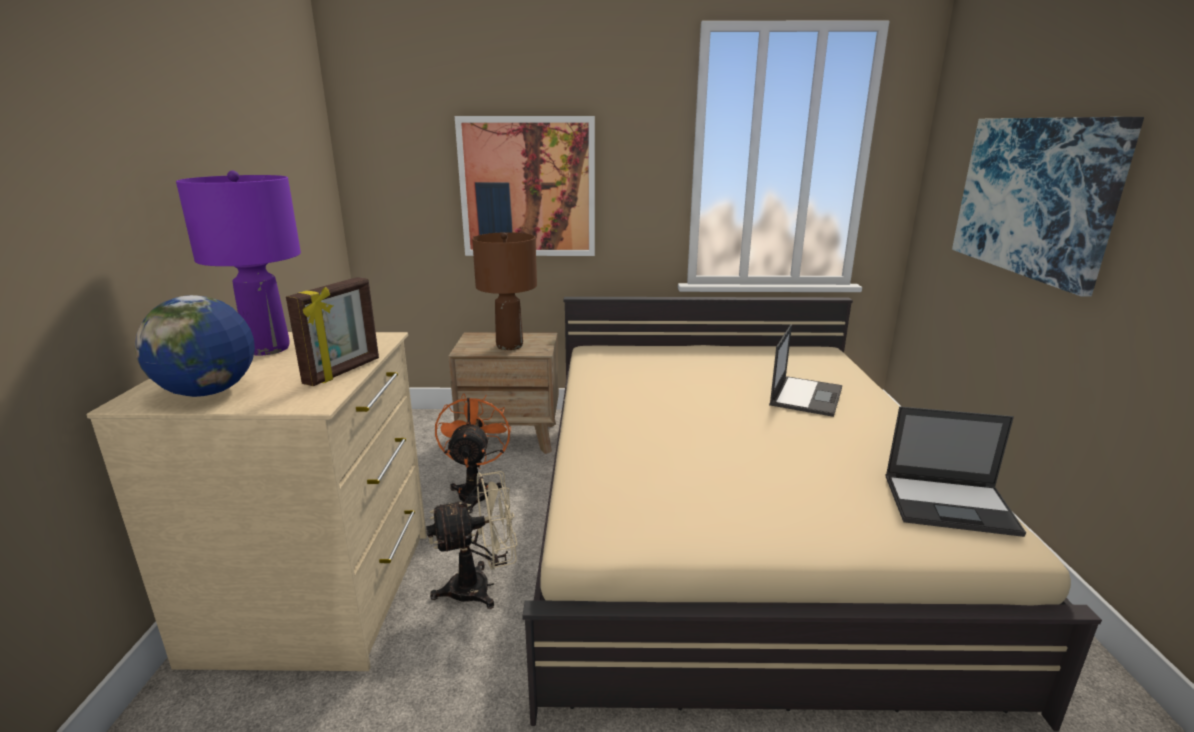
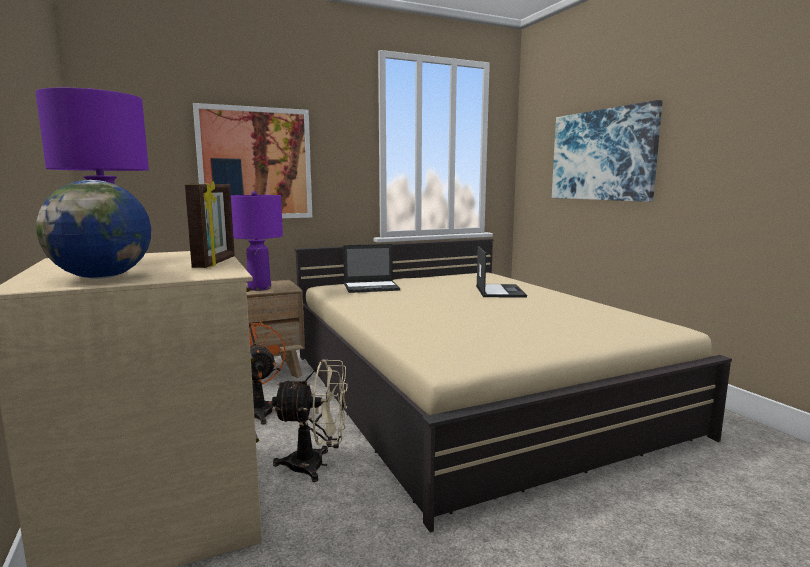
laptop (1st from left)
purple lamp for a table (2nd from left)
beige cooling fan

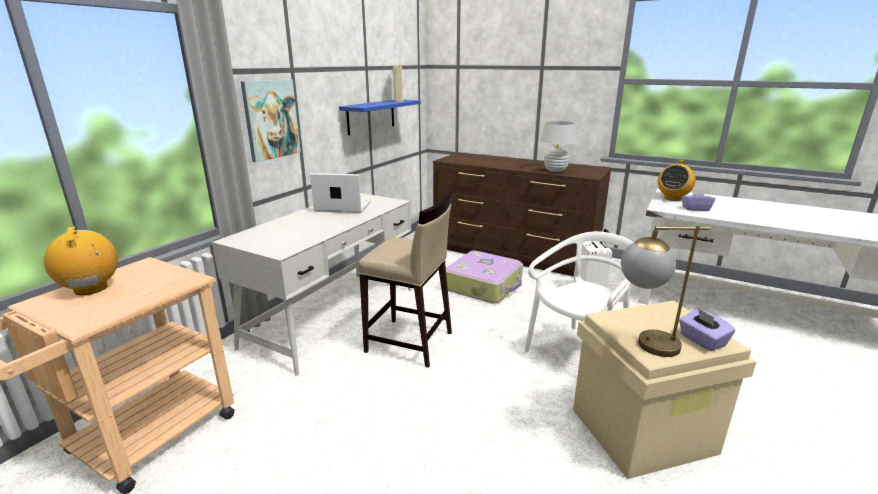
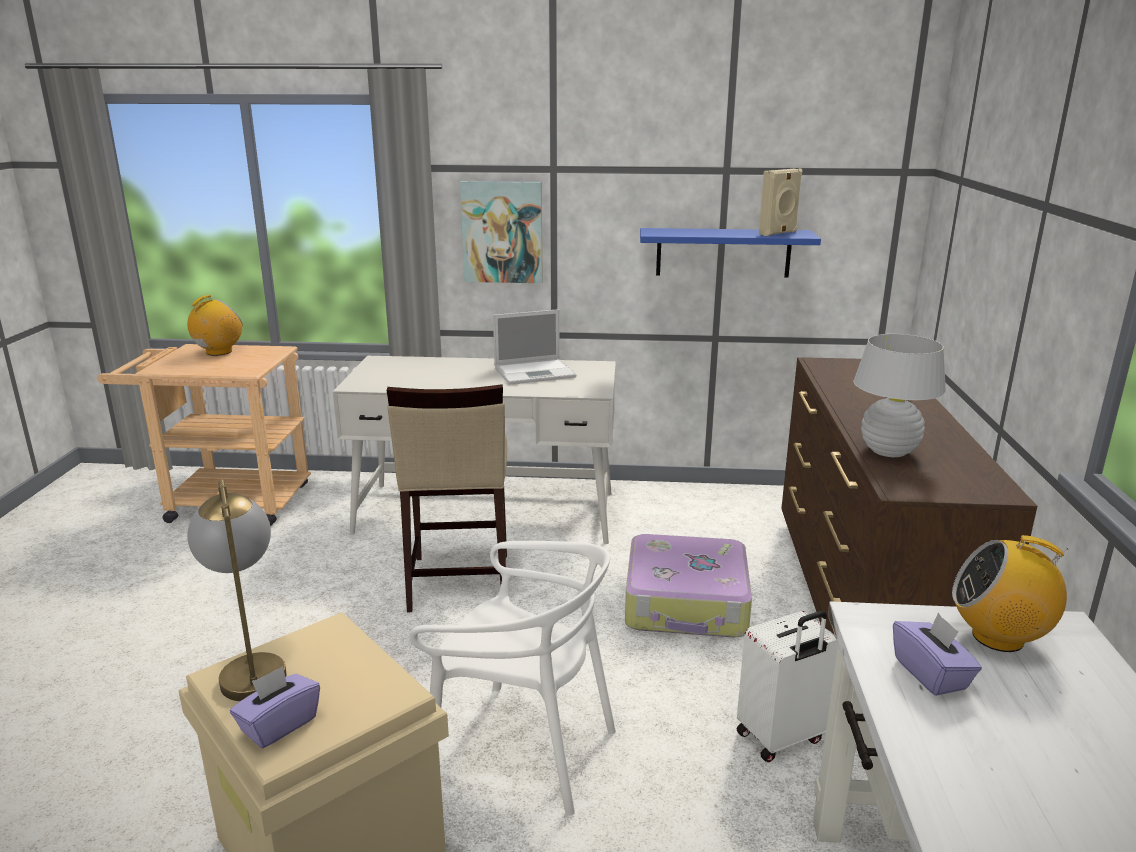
laptop

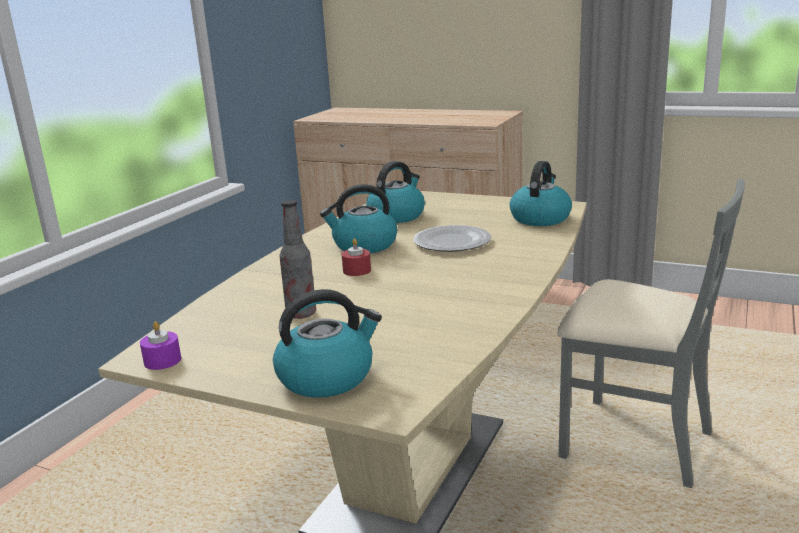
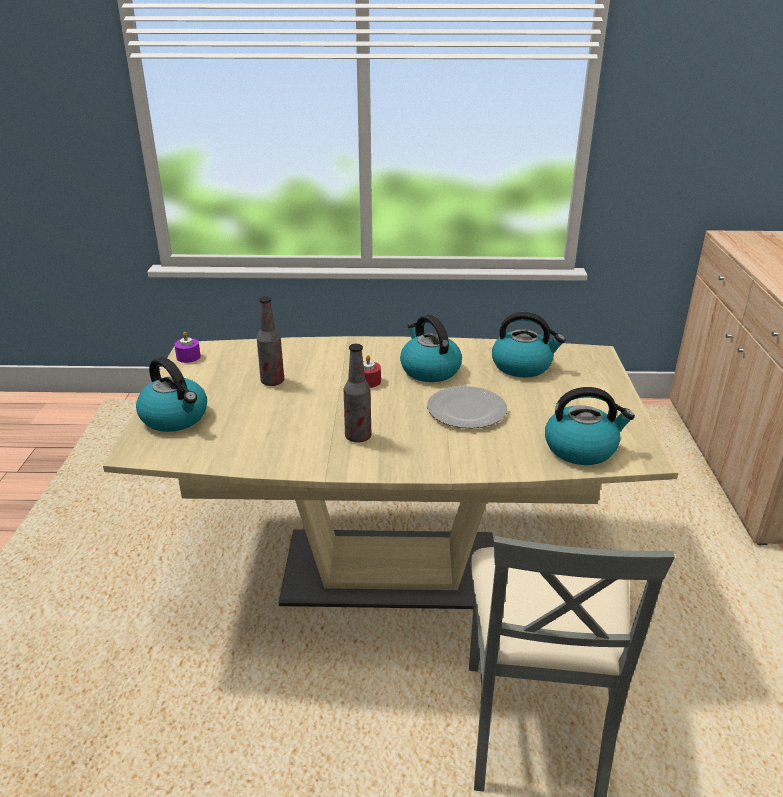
bottle (2nd from left)

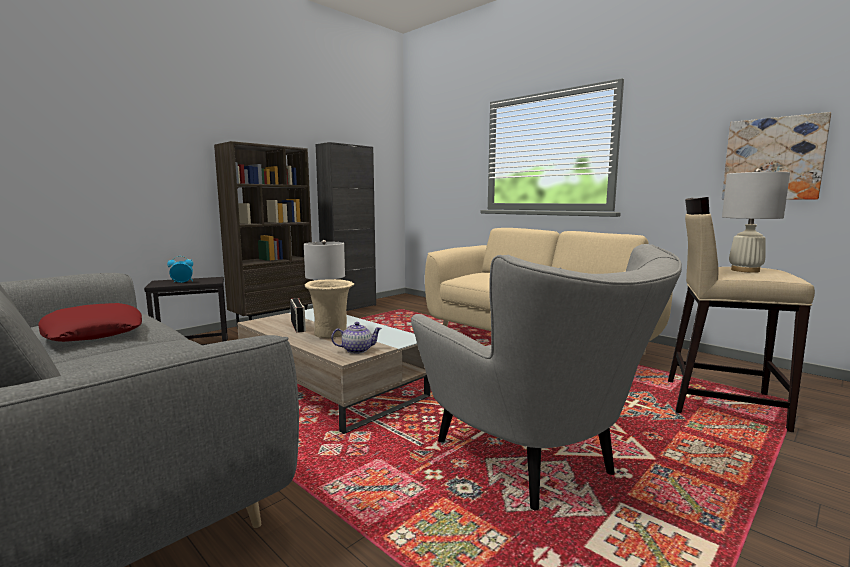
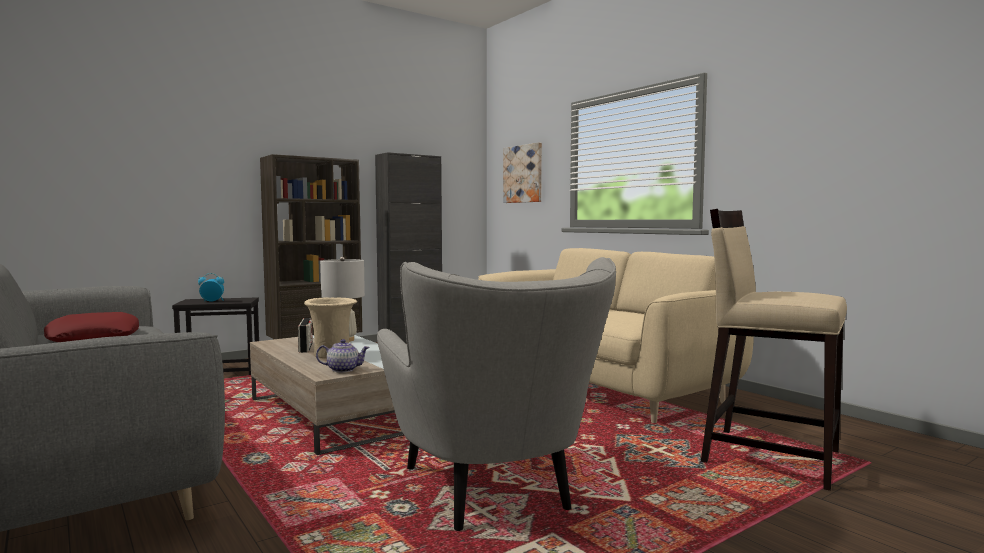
white lamp for a table (2nd from left in the first image)
wall art

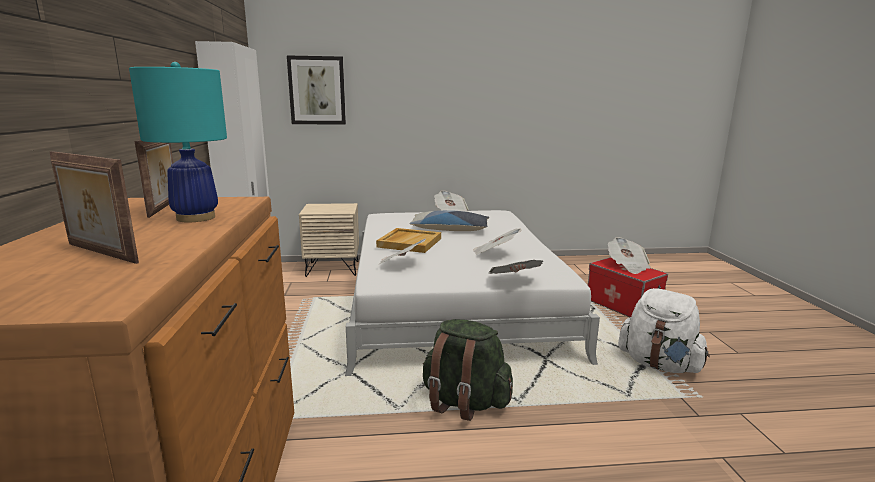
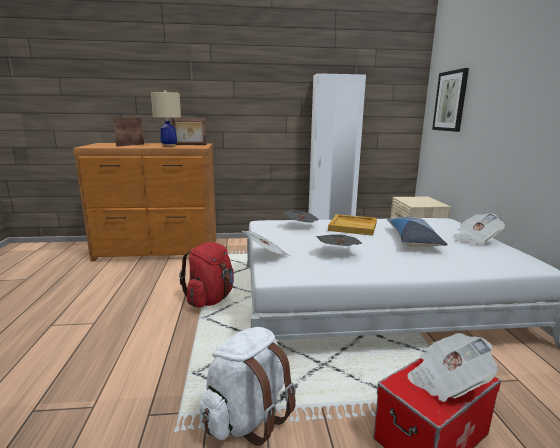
beige lamp for a table
red-coloured knapsack

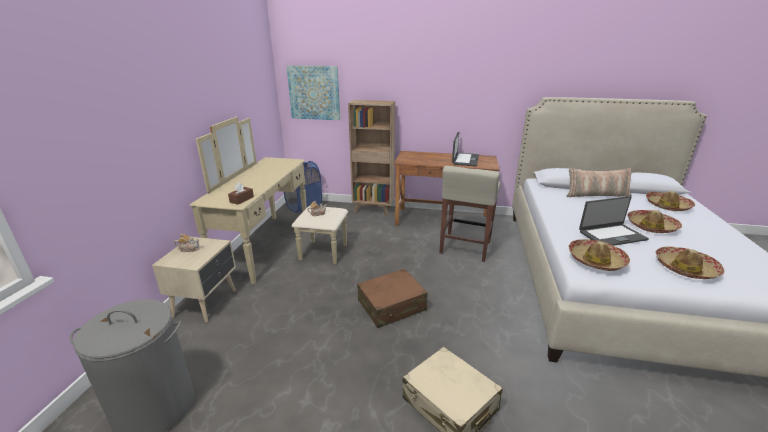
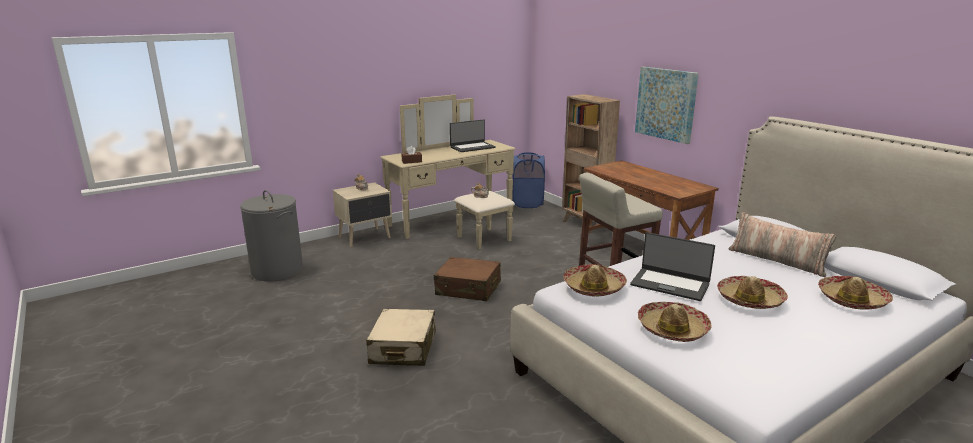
wall art
laptop (1st from left)

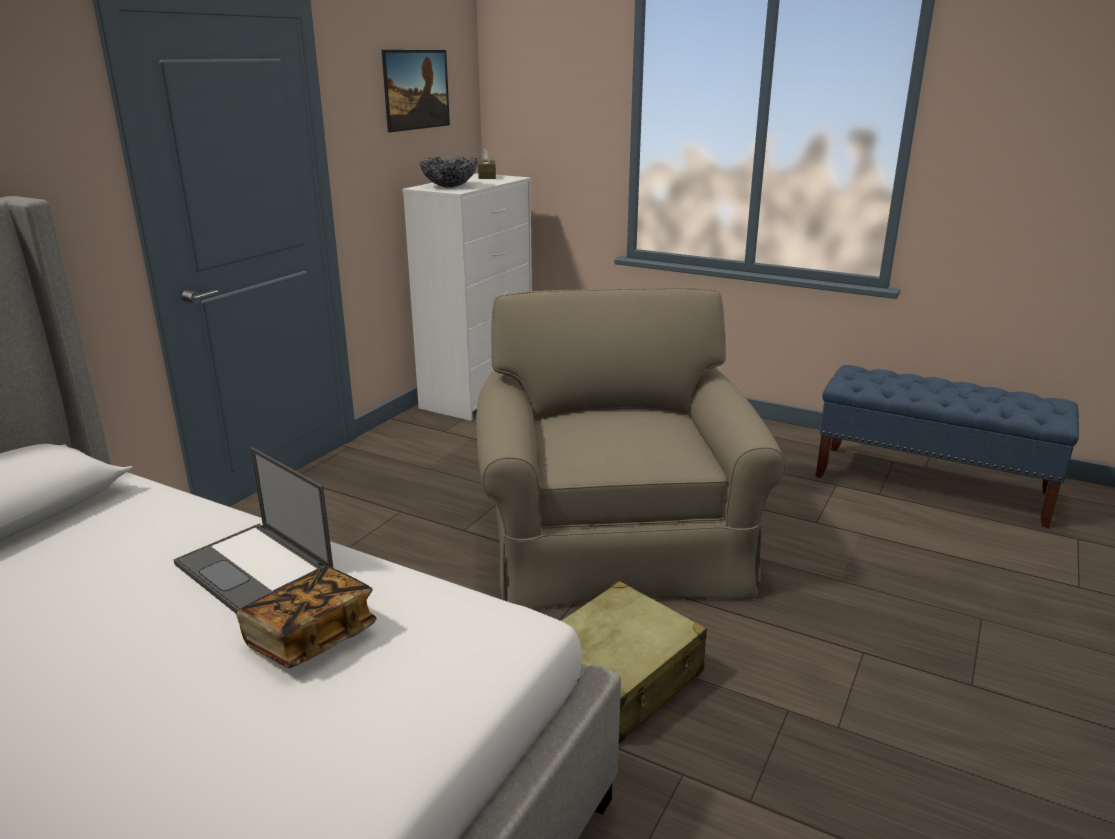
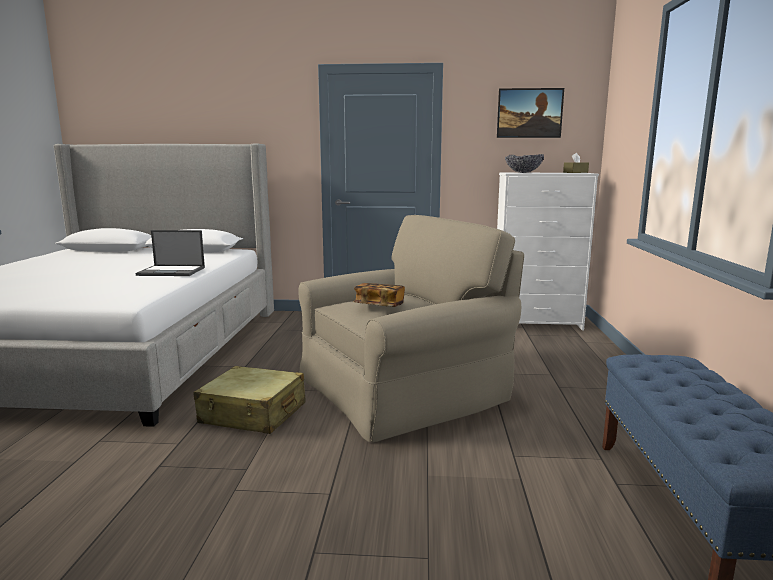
book
laptop

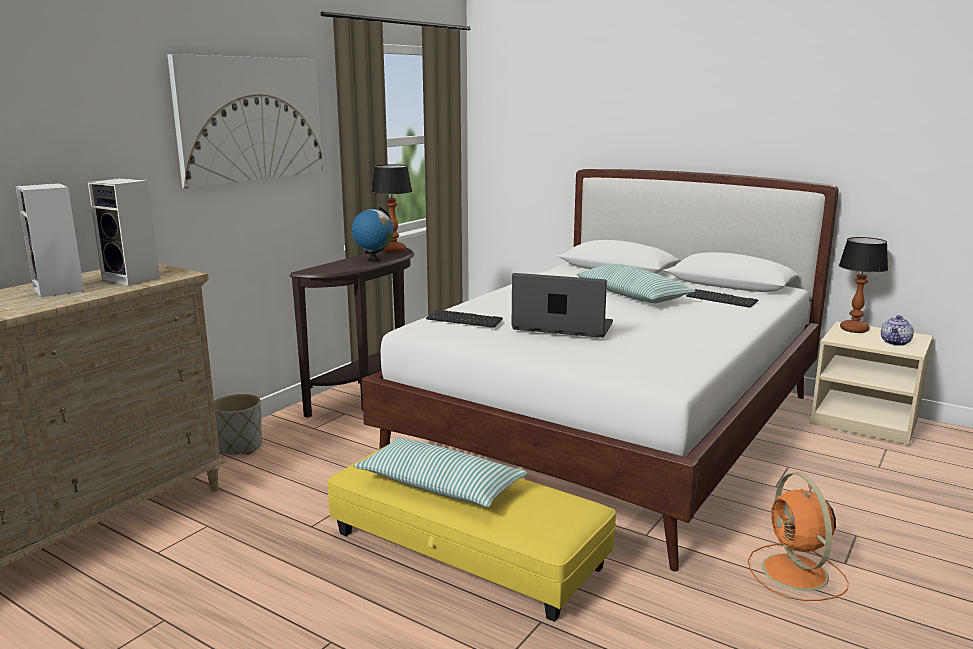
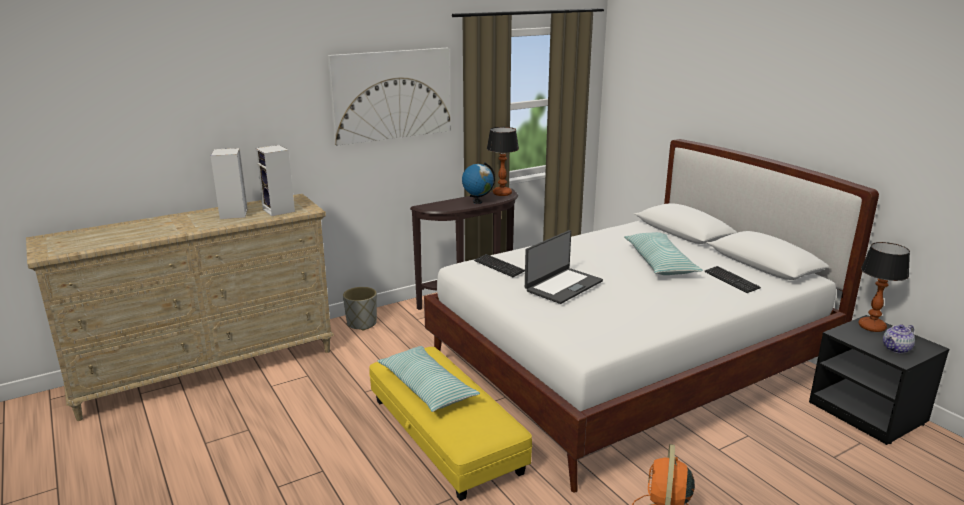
black night table
laptop

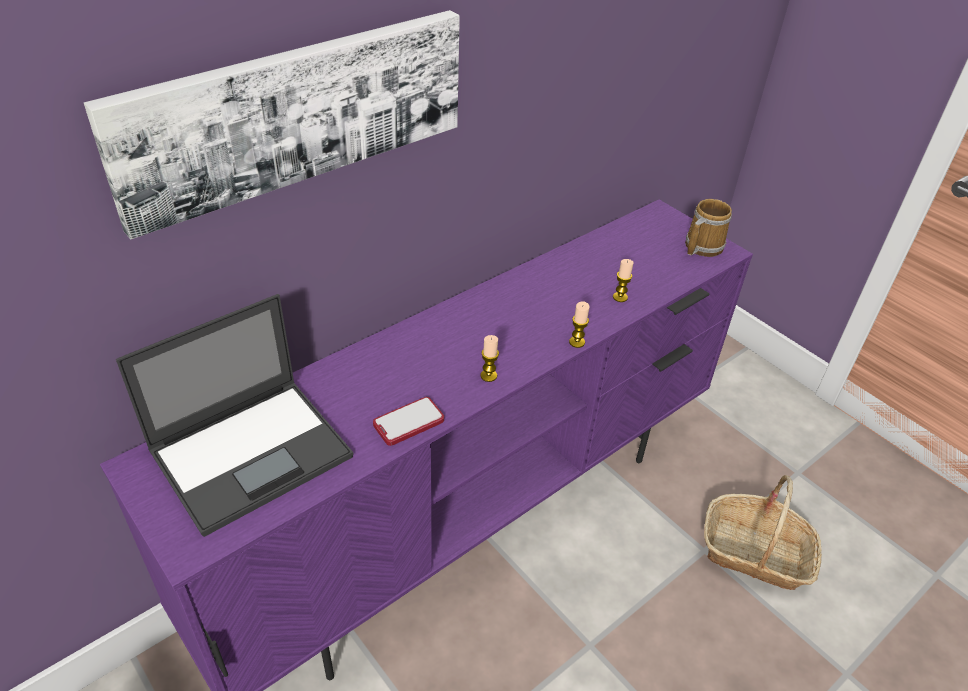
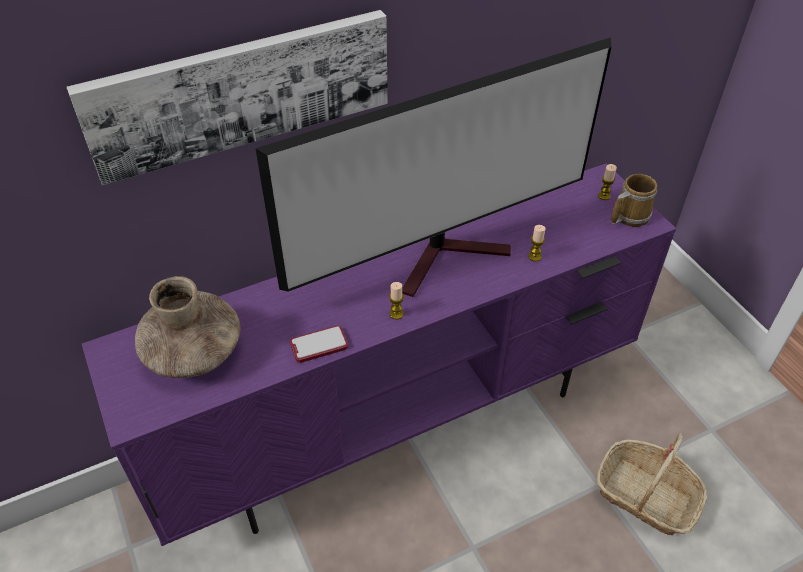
television
candle (3rd from left)
brownish flower vase

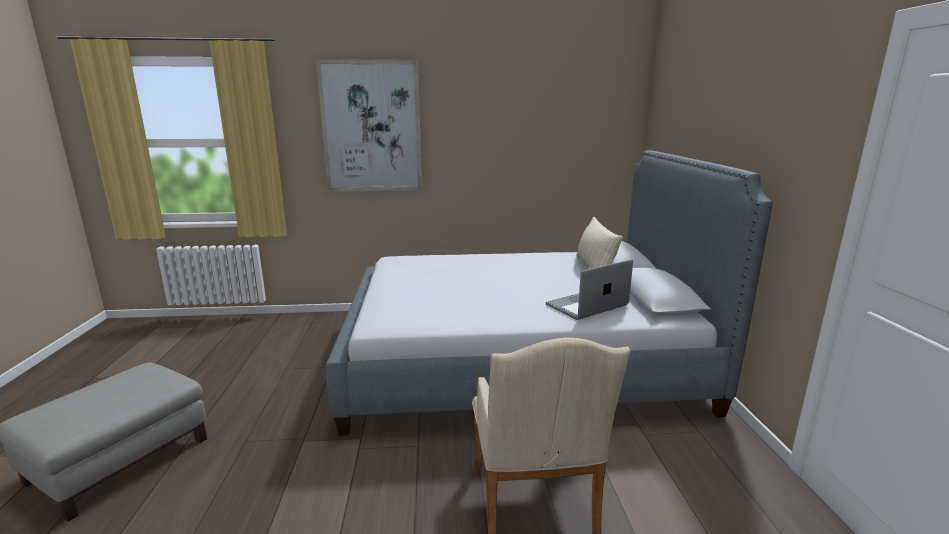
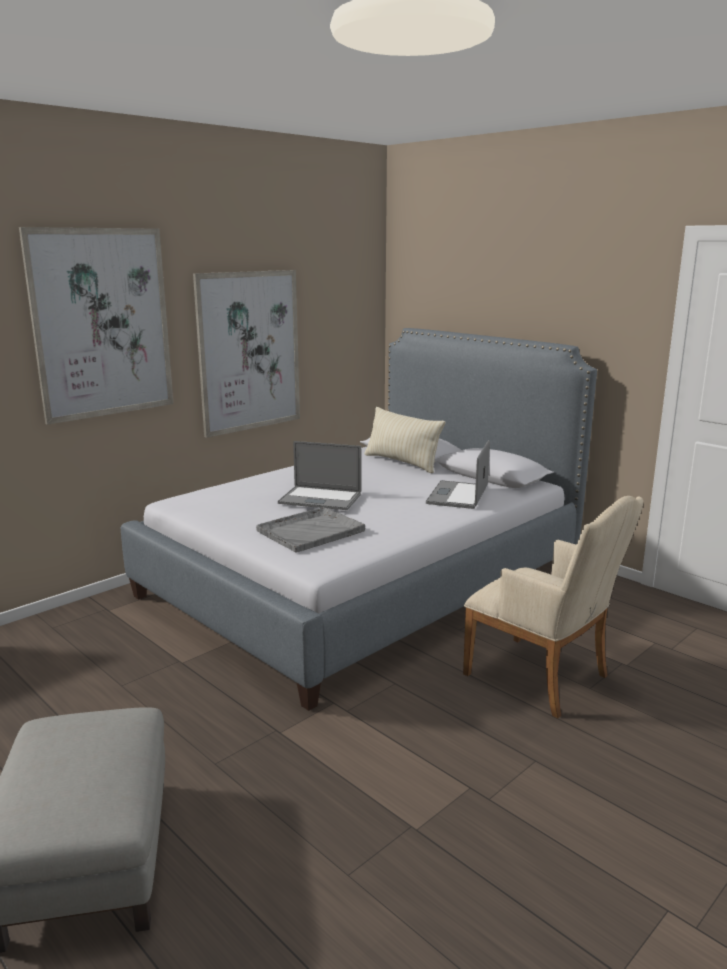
wall art (2nd from left)
gray tray
laptop (1st from left)

